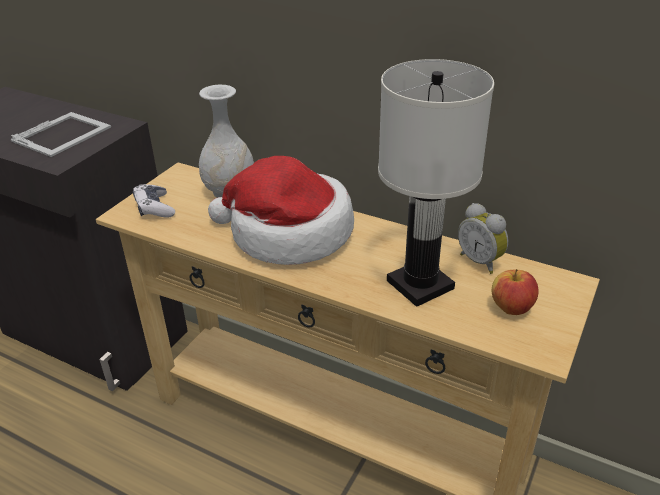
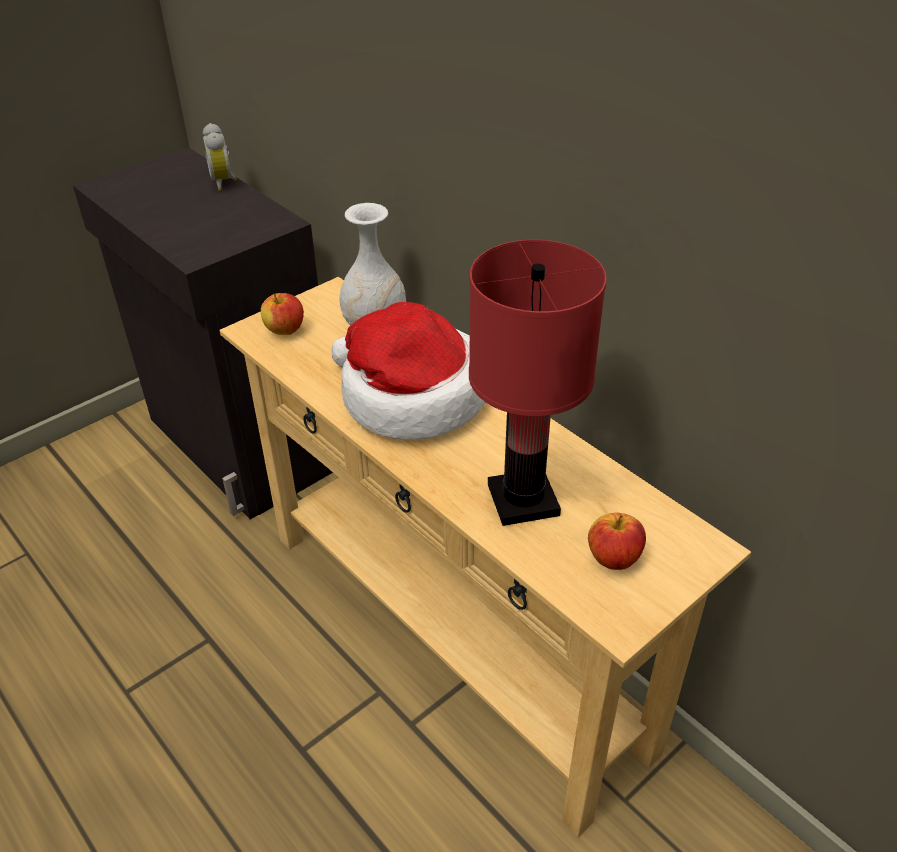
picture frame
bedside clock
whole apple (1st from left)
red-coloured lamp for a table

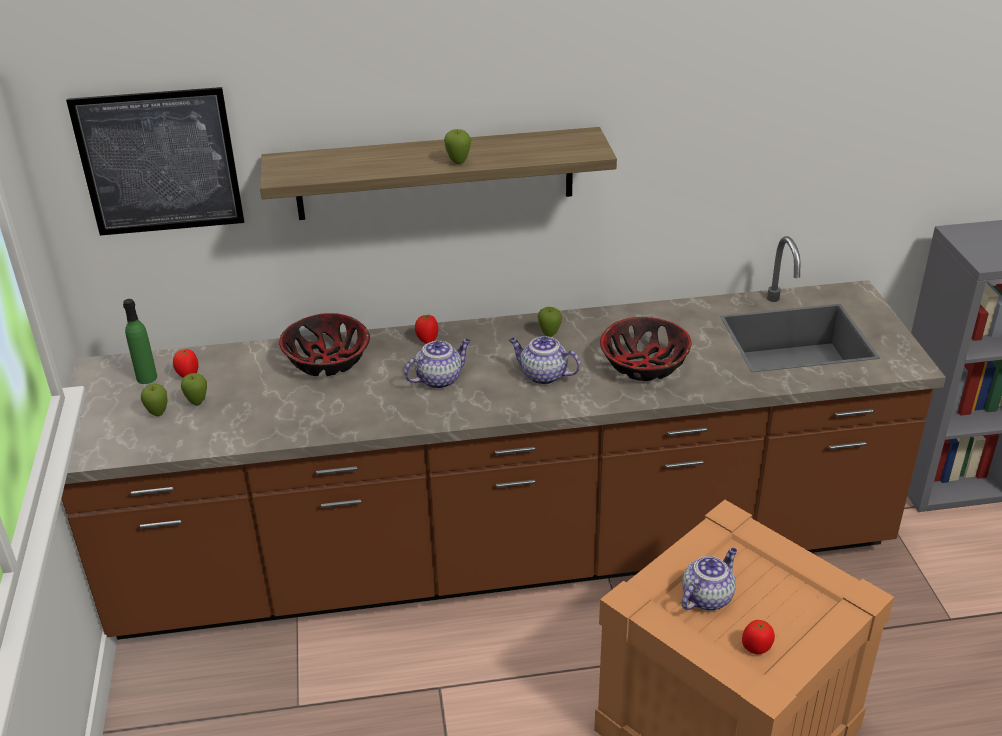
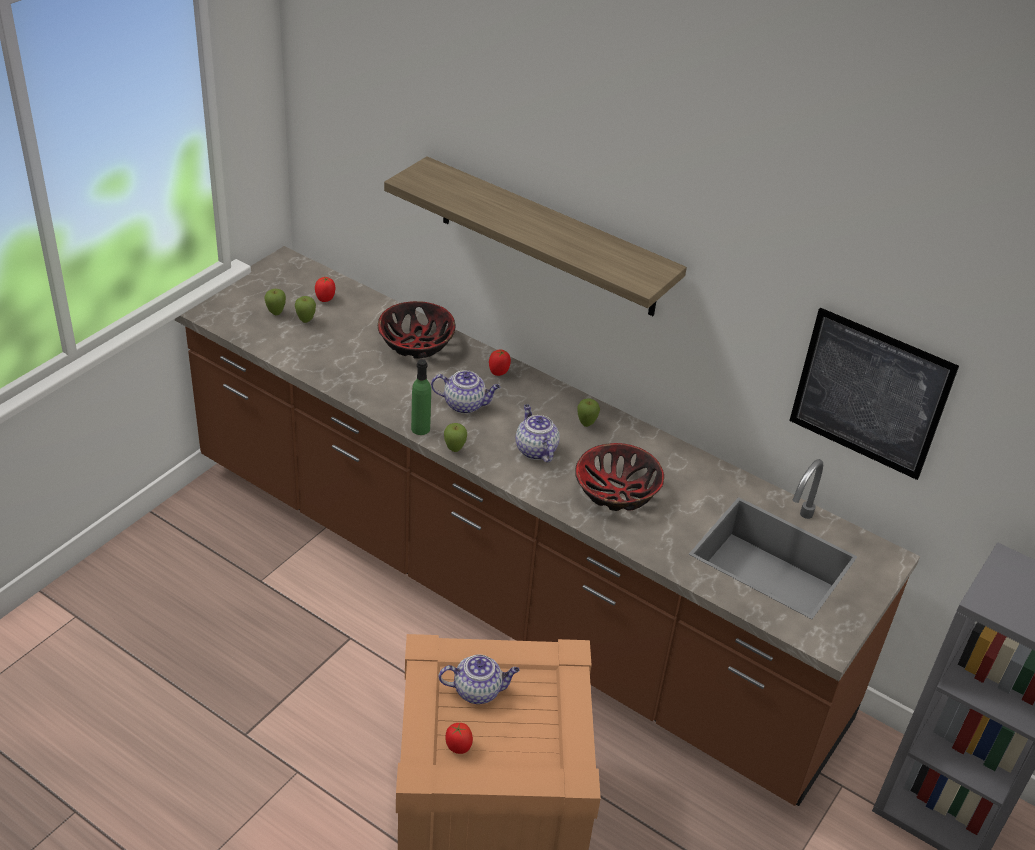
wall art
greenish bottle
whole apple (3rd from left)

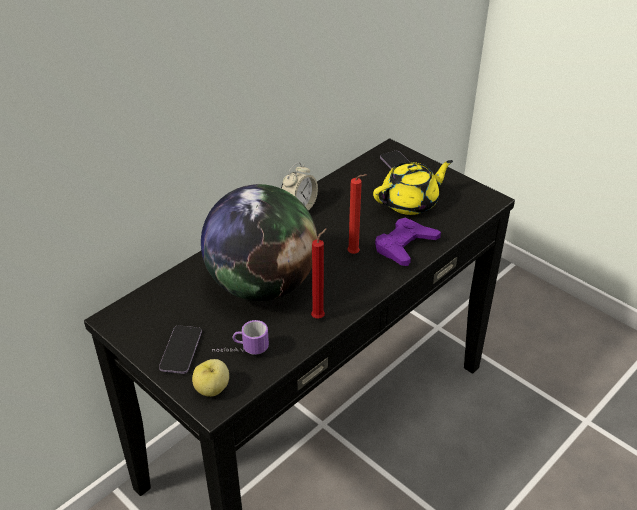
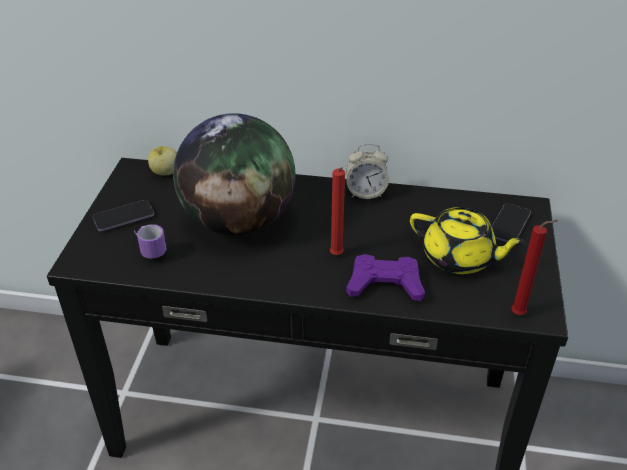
whole apple
red-coloured candle (2nd from left)

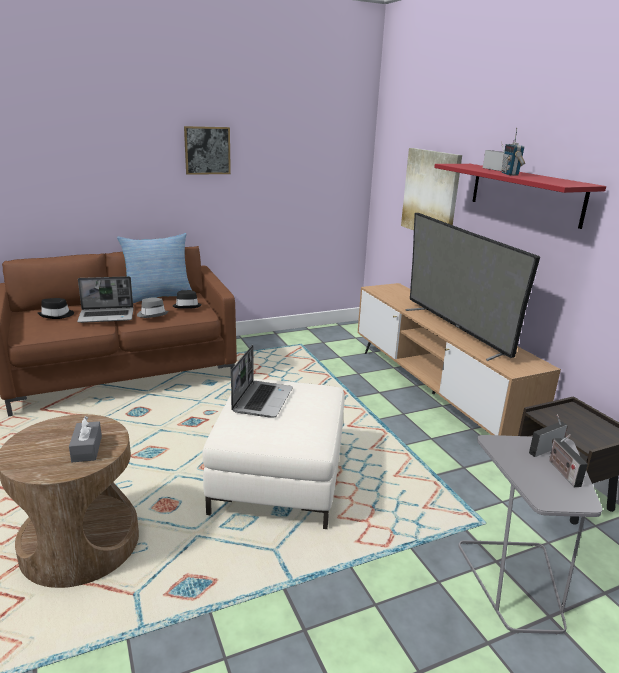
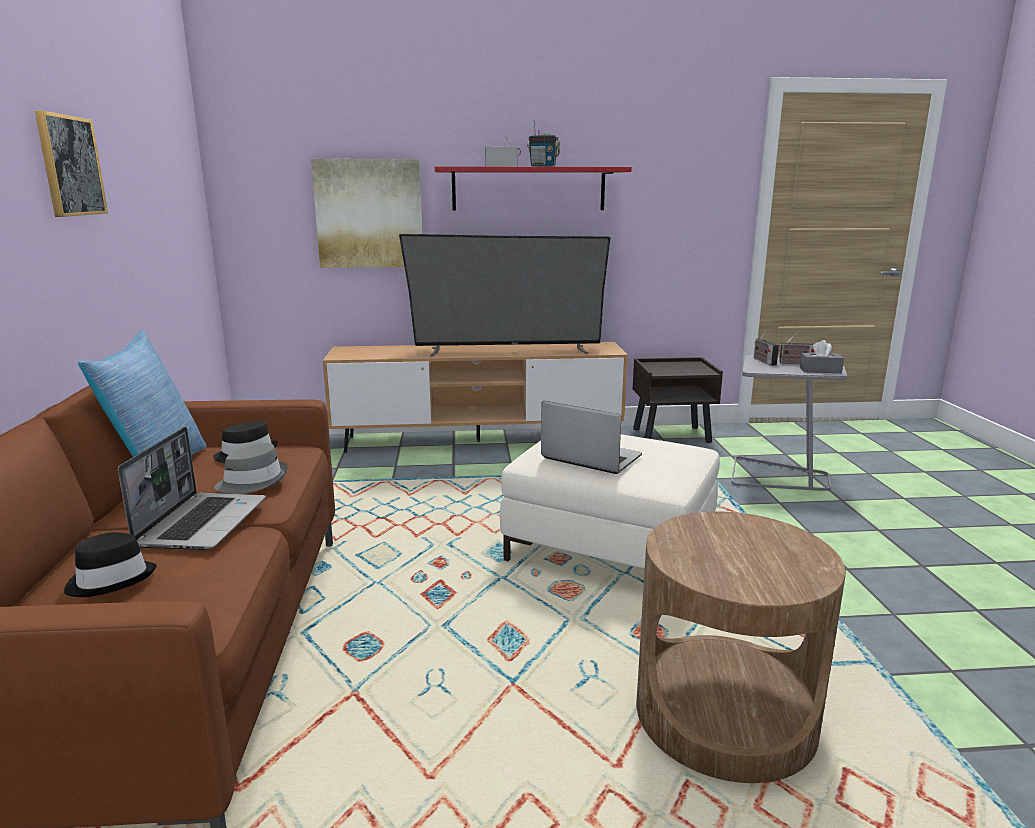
gray box of tissues

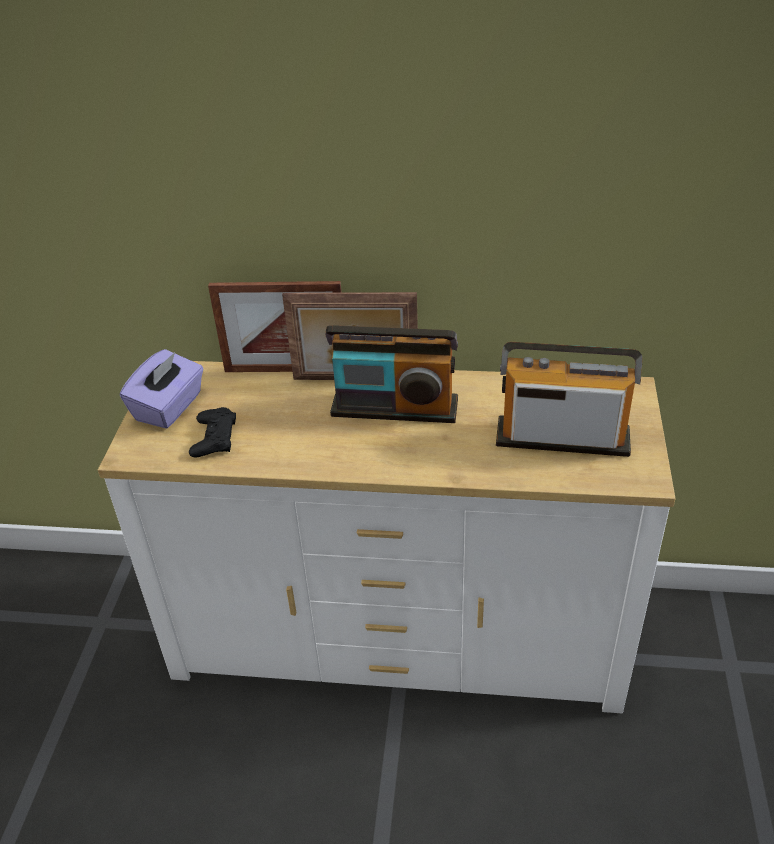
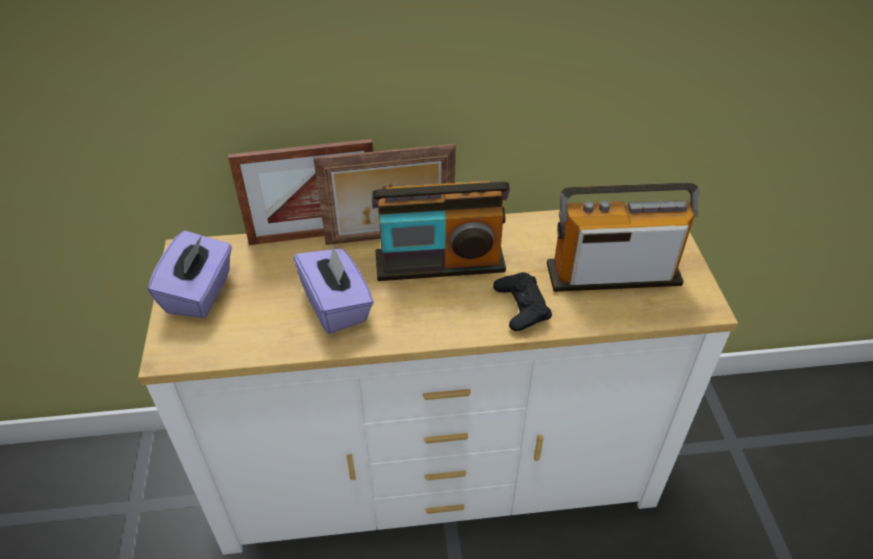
purple box of tissues (2nd from left)
black gamepad

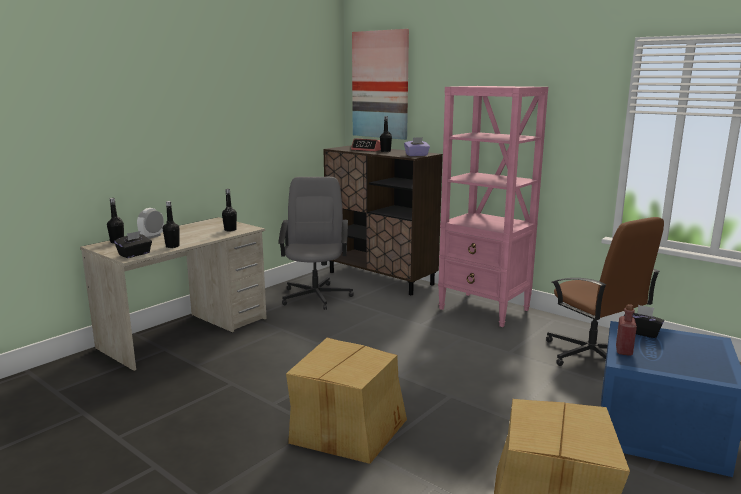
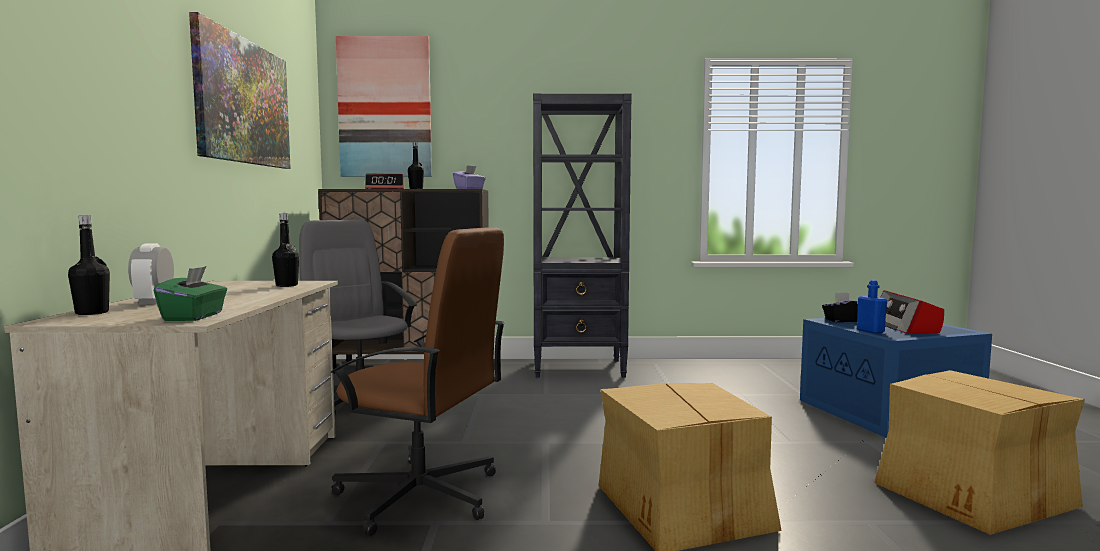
black bottle (2nd from left in the first image)
wall art (1st from left)
radio
brownish computer chair
greenish box of tissues
black bookshelf
bluish bottle

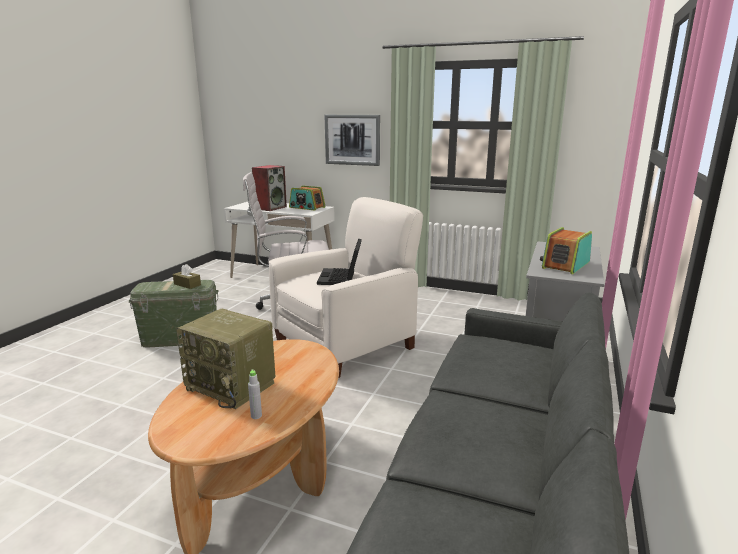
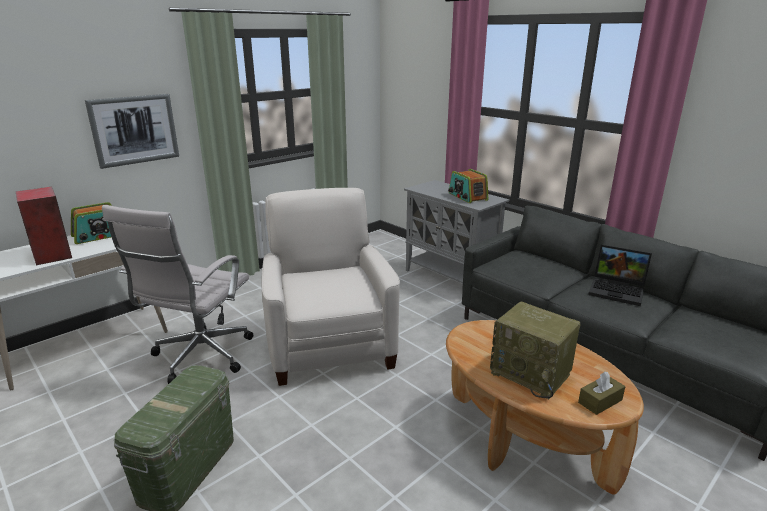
gray bottle
brownish box of tissues
laptop
radio (3rd from left)

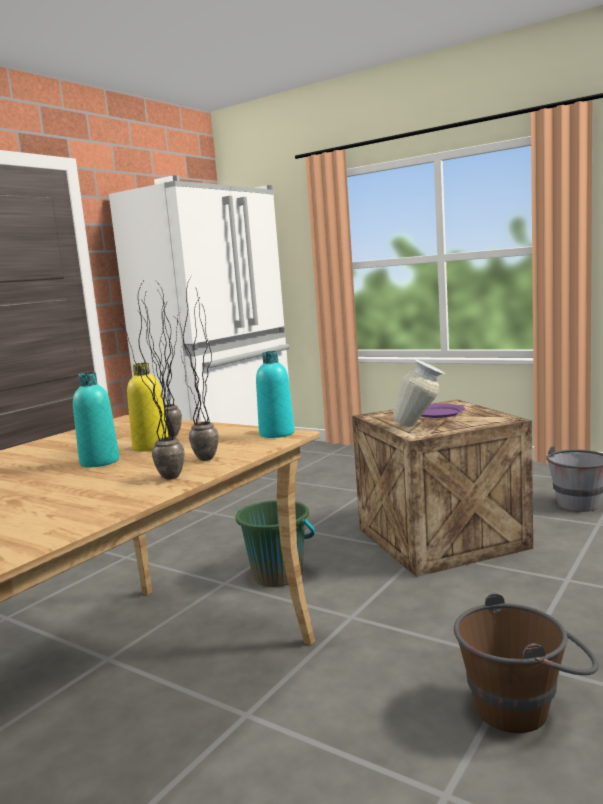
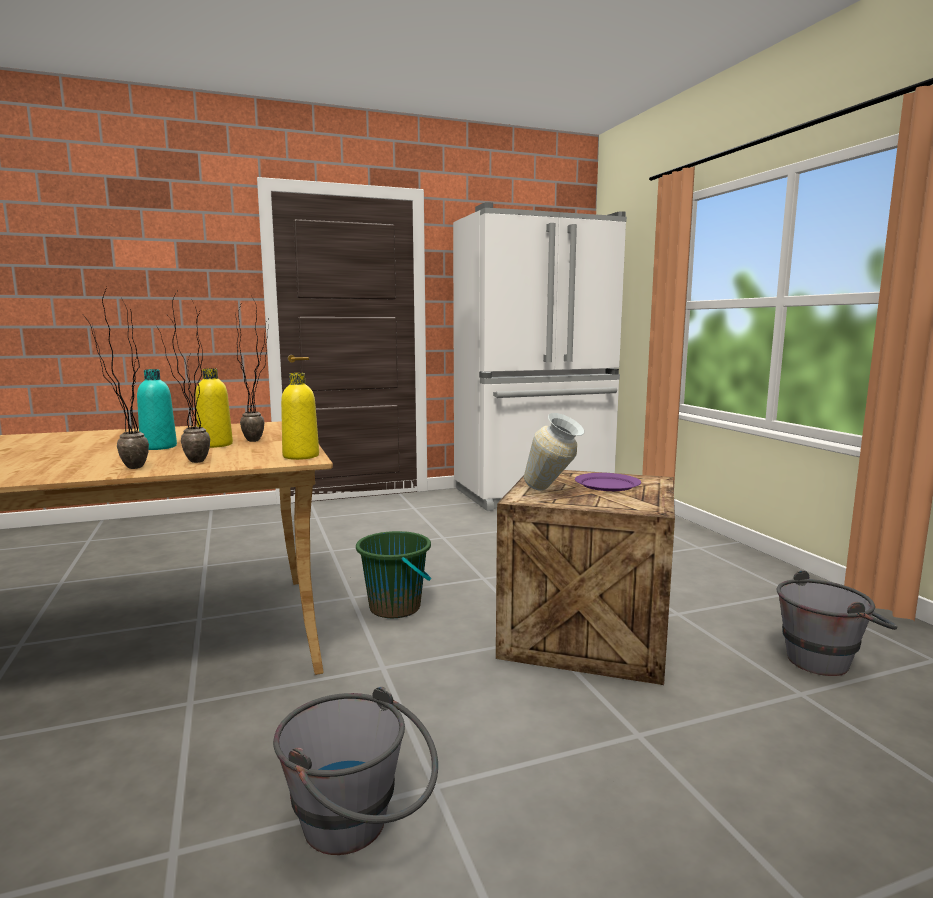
yellowish bottle (2nd from left)
gray pail (1st from left)

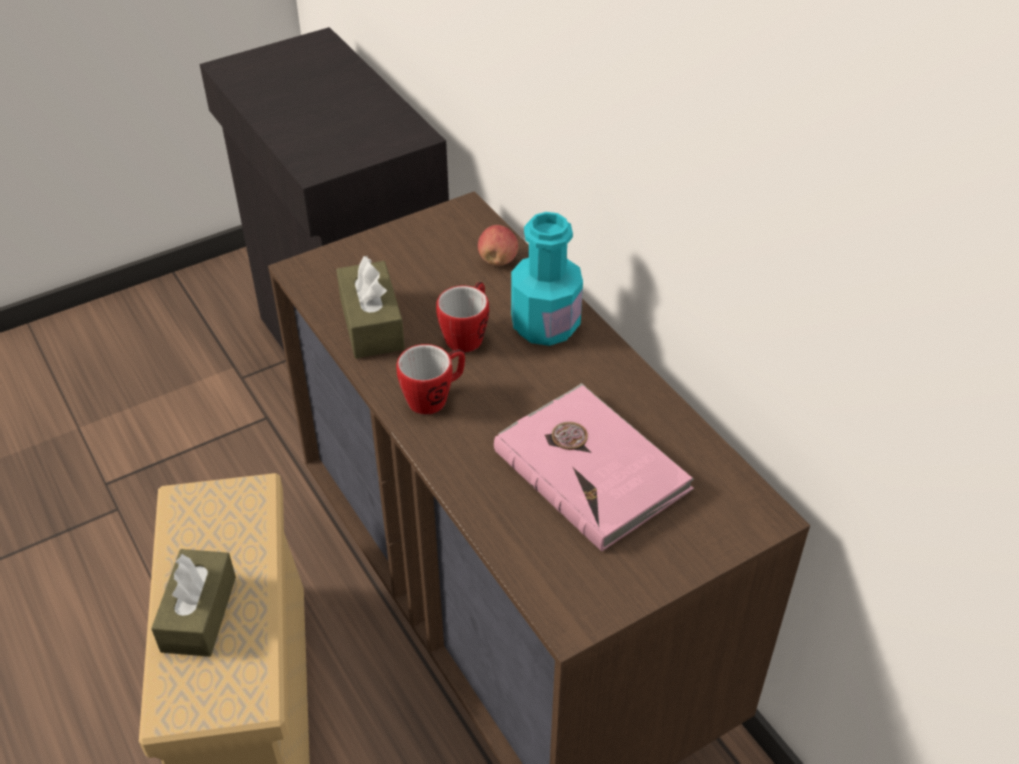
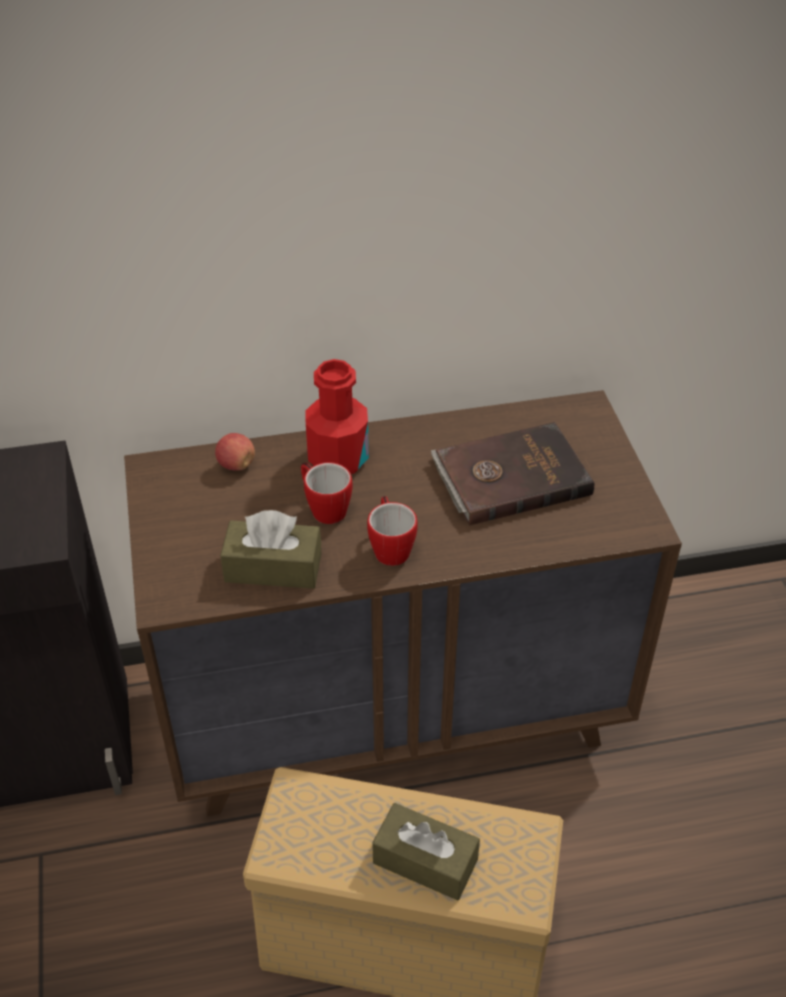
brownish book
red-coloured bottle

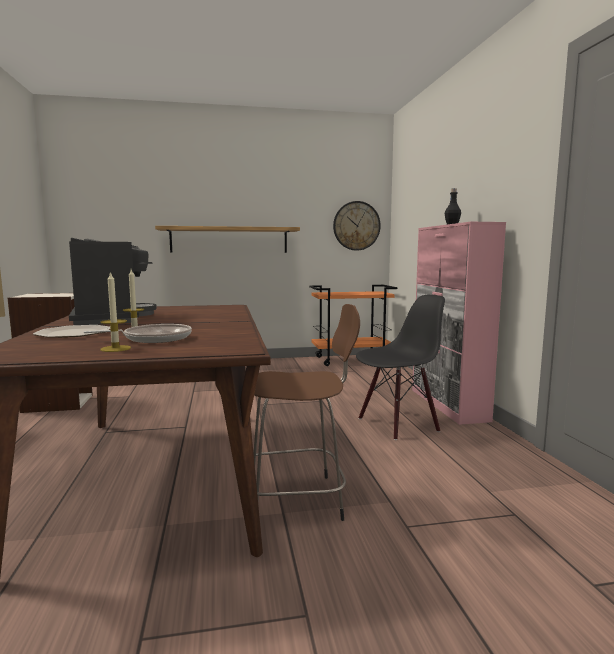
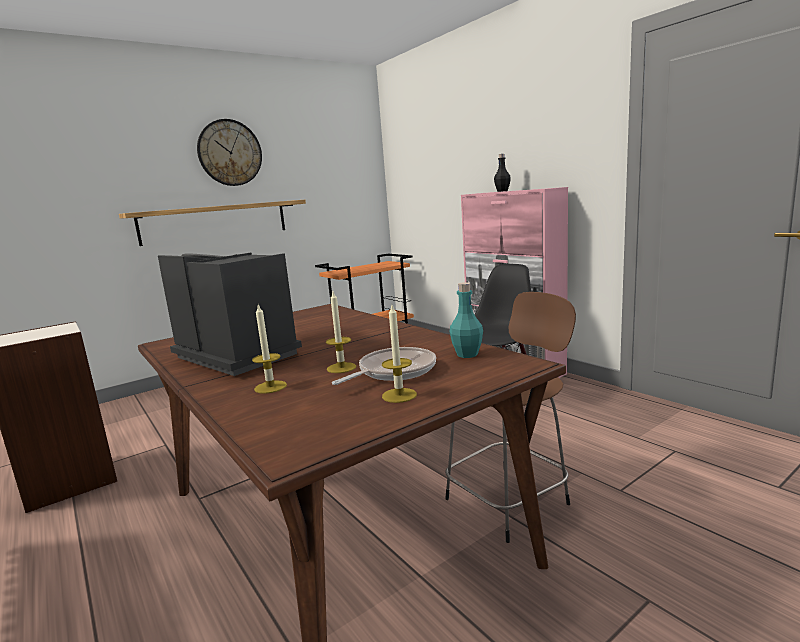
turquoise bottle
hanging clock
candle (1st from left)

